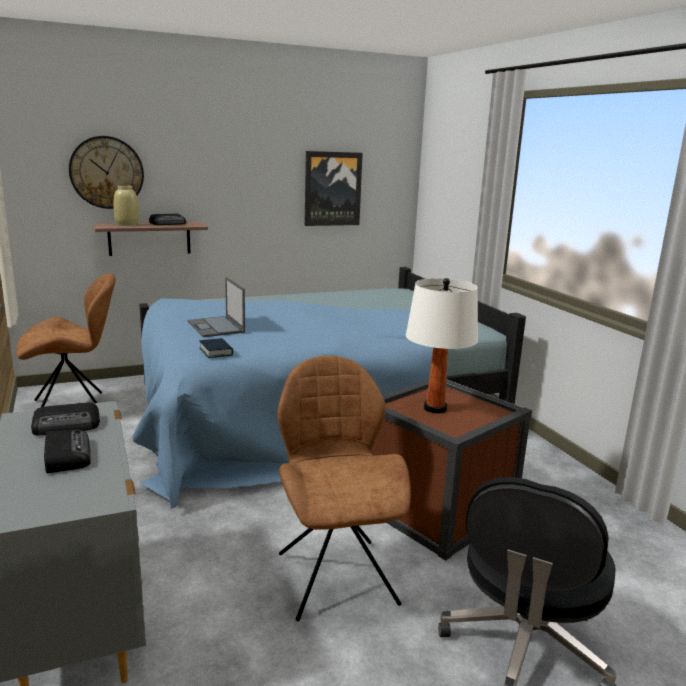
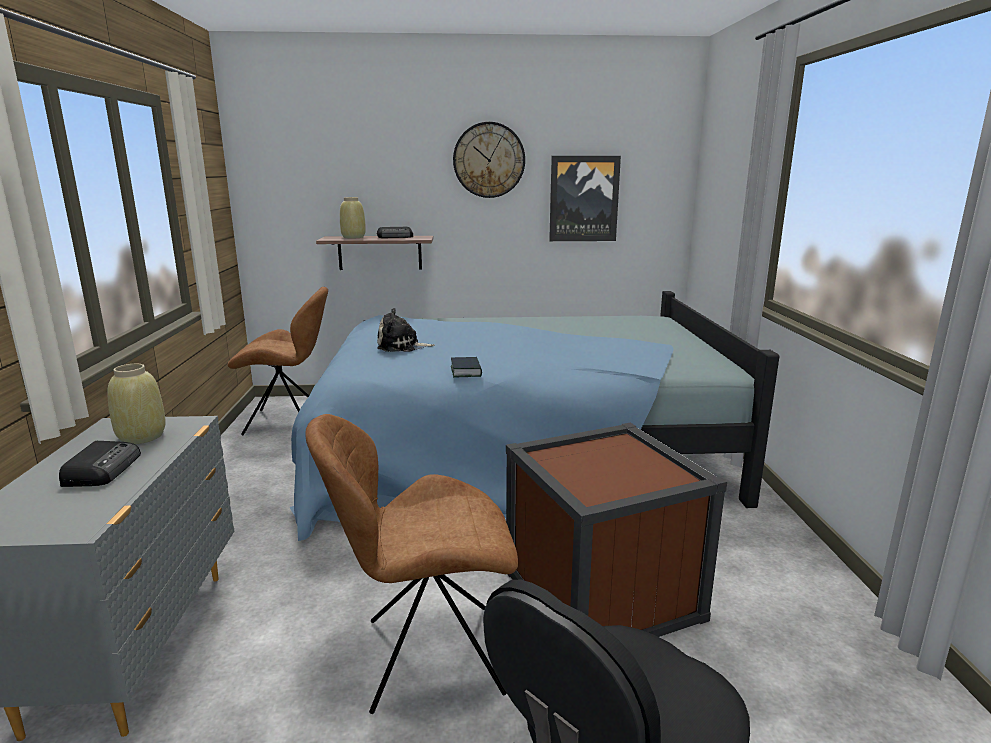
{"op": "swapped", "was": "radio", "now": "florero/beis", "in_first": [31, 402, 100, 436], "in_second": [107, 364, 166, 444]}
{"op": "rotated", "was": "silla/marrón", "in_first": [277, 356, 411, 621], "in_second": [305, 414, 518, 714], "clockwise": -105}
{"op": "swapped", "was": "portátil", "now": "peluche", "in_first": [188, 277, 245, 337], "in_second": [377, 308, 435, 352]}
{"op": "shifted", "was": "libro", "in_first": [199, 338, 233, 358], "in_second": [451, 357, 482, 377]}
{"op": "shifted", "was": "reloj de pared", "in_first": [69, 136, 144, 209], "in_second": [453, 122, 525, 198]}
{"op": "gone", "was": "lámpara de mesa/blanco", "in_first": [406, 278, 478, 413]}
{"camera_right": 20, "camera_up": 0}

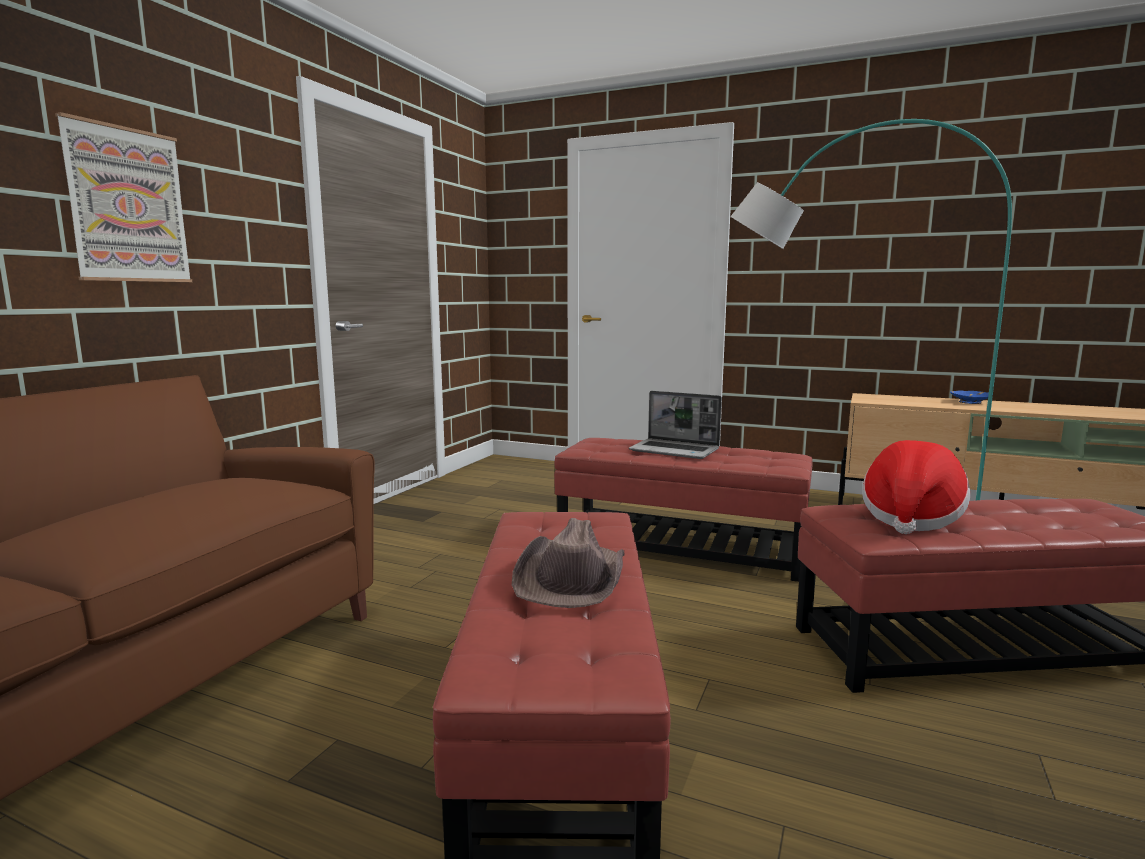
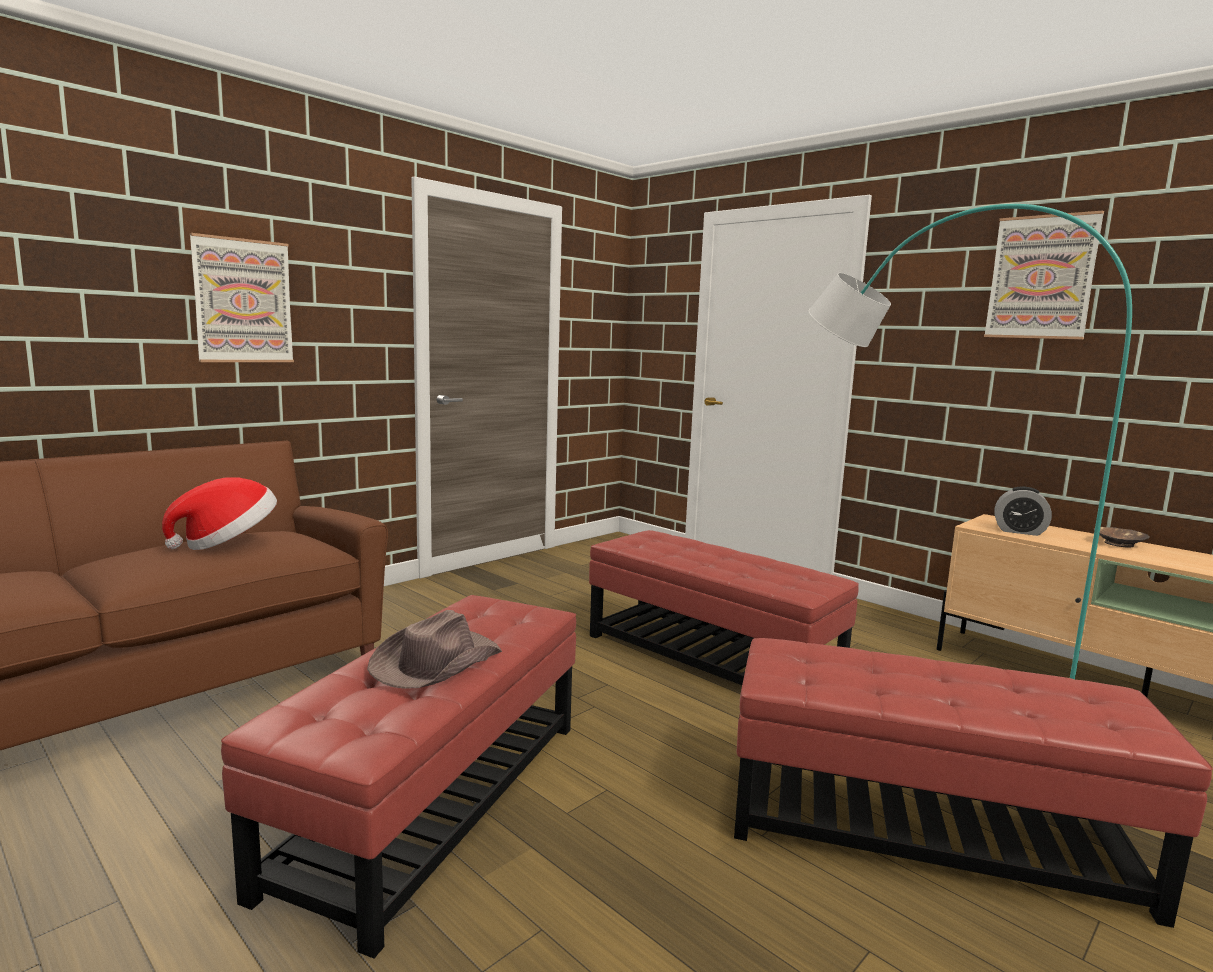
{"op": "shifted", "was": "sombrero", "in_first": [862, 440, 970, 534], "in_second": [162, 477, 277, 550]}
{"op": "new", "now": "cuadro", "in_second": [984, 211, 1104, 339]}
{"op": "new", "now": "despertador", "in_second": [994, 487, 1052, 536]}
{"op": "repainted", "was": "cuenco/azul", "now": "cuenco/marrón", "in_first": [950, 391, 989, 404], "in_second": [1094, 527, 1150, 548]}
{"op": "gone", "was": "portátil", "in_first": [629, 391, 722, 459]}
{"camera_right": 20, "camera_up": 0}

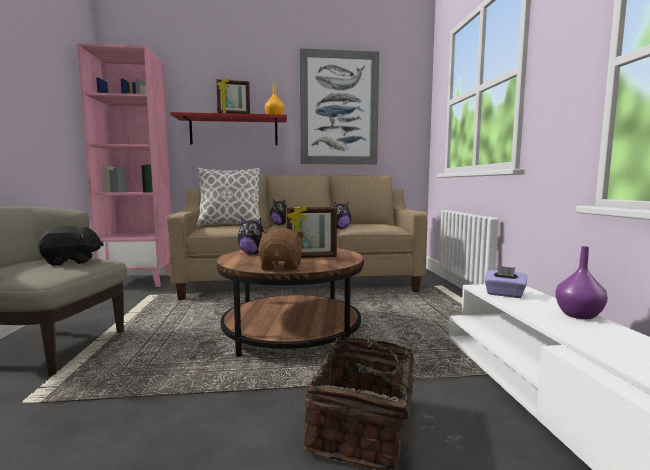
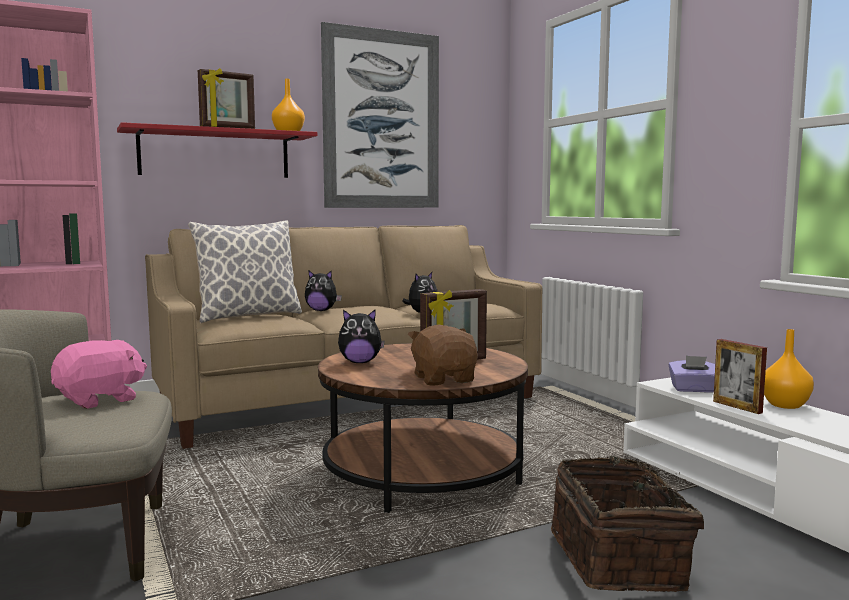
{"op": "repainted", "was": "peluche/negro", "now": "peluche/rosa", "in_first": [38, 226, 104, 266], "in_second": [51, 340, 147, 409]}
{"op": "new", "now": "portarretratos", "in_second": [713, 339, 767, 414]}
{"op": "repainted", "was": "florero/morado", "now": "florero/naranja", "in_first": [555, 246, 608, 319], "in_second": [764, 329, 814, 409]}
{"camera_right": -20, "camera_up": 0}

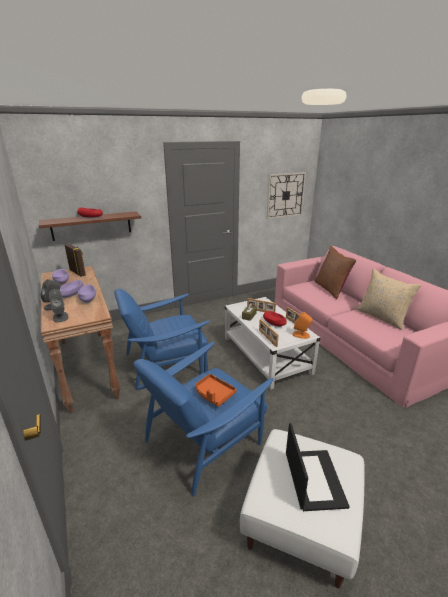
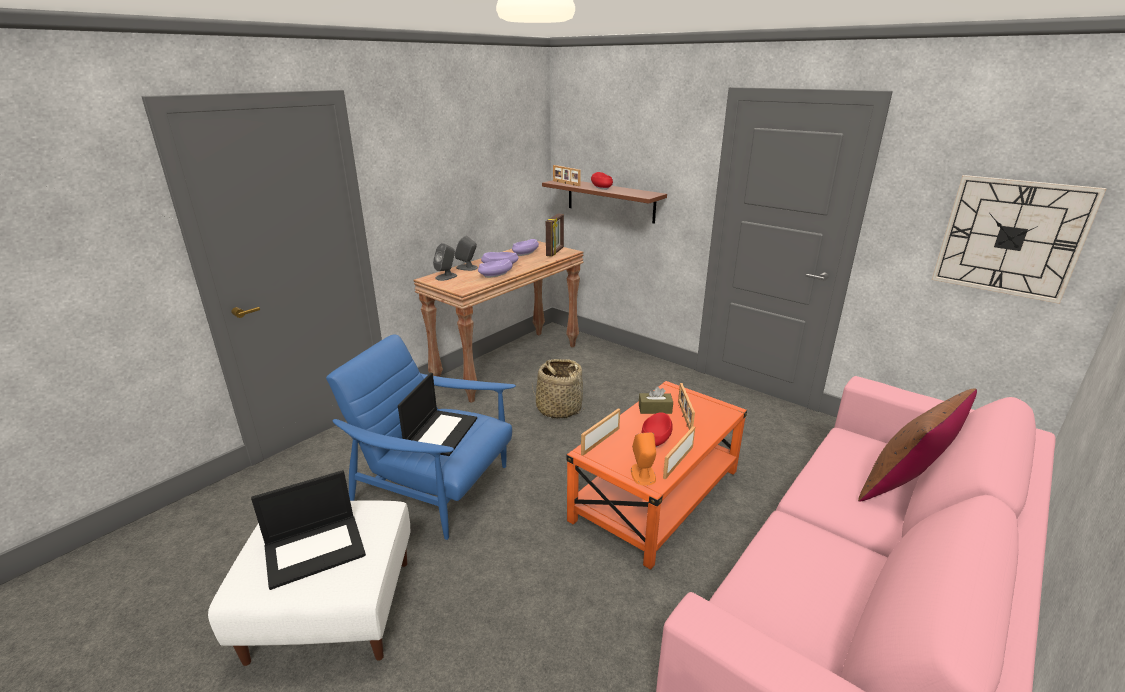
{"op": "swapped", "was": "bandeja/naranja", "now": "portátil", "in_first": [195, 374, 237, 407], "in_second": [398, 373, 477, 456]}
{"op": "swapped", "was": "sillón/azul", "now": "cesta", "in_first": [114, 289, 210, 390], "in_second": [532, 359, 584, 419]}
{"op": "new", "now": "portarretratos", "in_second": [553, 165, 581, 186]}
{"op": "repainted", "was": "mesa de centro/blanco", "now": "mesa de centro/naranja", "in_first": [225, 297, 320, 390], "in_second": [567, 381, 747, 570]}
{"op": "gone", "was": "cojín/beis", "in_first": [356, 269, 422, 330]}
{"camera_right": 65, "camera_up": 0}

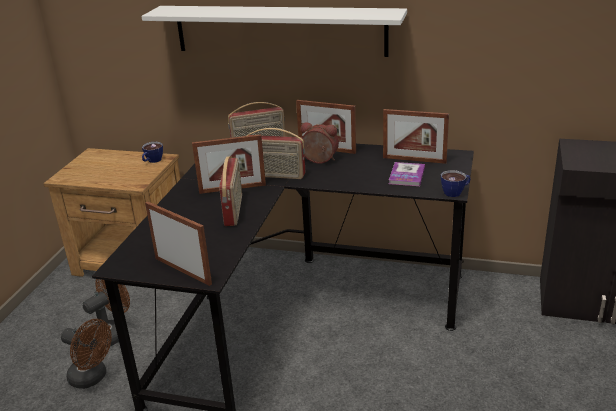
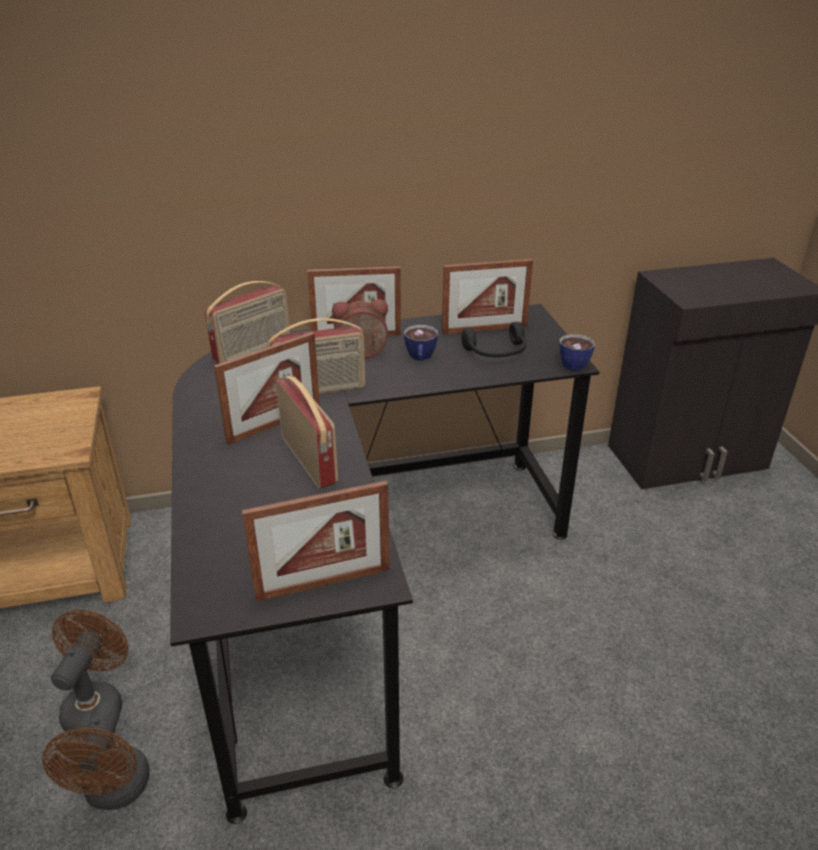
{"op": "rotated", "was": "ventilador/marrón", "in_first": [61, 319, 112, 389], "in_second": [42, 703, 150, 810], "clockwise": 90}
{"op": "rotated", "was": "portarretratos", "in_first": [145, 202, 212, 286], "in_second": [242, 481, 390, 602], "clockwise": 150}
{"op": "shifted", "was": "taza", "in_first": [142, 142, 163, 163], "in_second": [404, 325, 438, 361]}
{"op": "swapped", "was": "libro", "now": "auriculares/negro", "in_first": [389, 162, 425, 186], "in_second": [461, 322, 527, 357]}
{"op": "gone", "was": "estante/blanco", "in_first": [142, 6, 407, 57]}
{"camera_right": -30, "camera_up": 5}

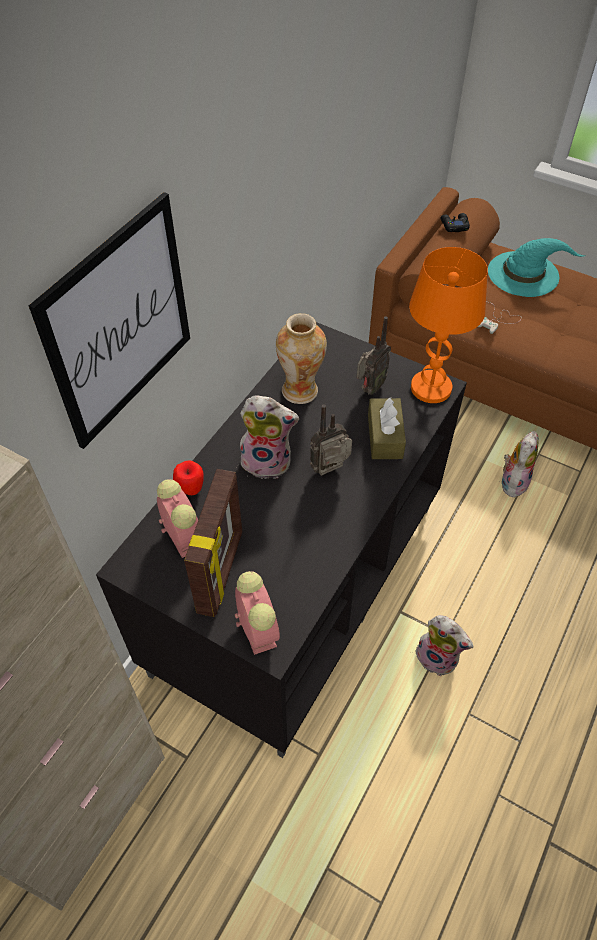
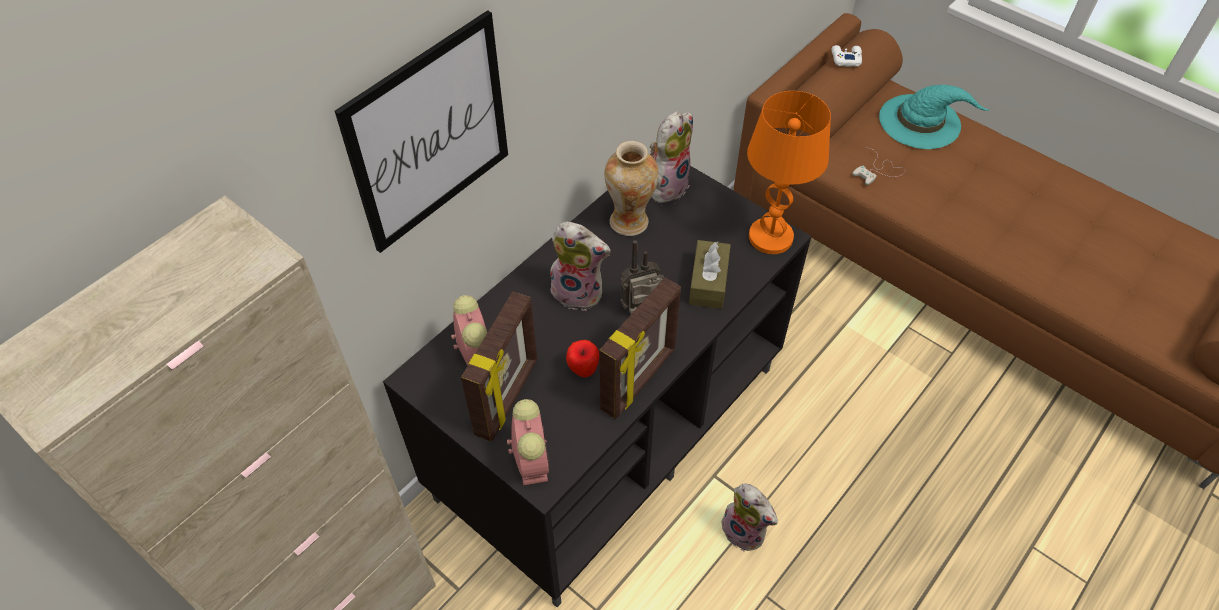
{"op": "shifted", "was": "manzana", "in_first": [173, 460, 203, 495], "in_second": [566, 340, 599, 377]}
{"op": "new", "now": "portarretratos", "in_second": [599, 277, 681, 419]}
{"op": "shifted", "was": "peluche", "in_first": [502, 431, 539, 497], "in_second": [650, 111, 693, 204]}
{"op": "repainted", "was": "mando de consola/negro", "now": "mando de consola/blanco", "in_first": [441, 213, 470, 232], "in_second": [831, 45, 862, 67]}
{"op": "gone", "was": "radio", "in_first": [357, 317, 391, 395]}
{"camera_right": 10, "camera_up": 0}

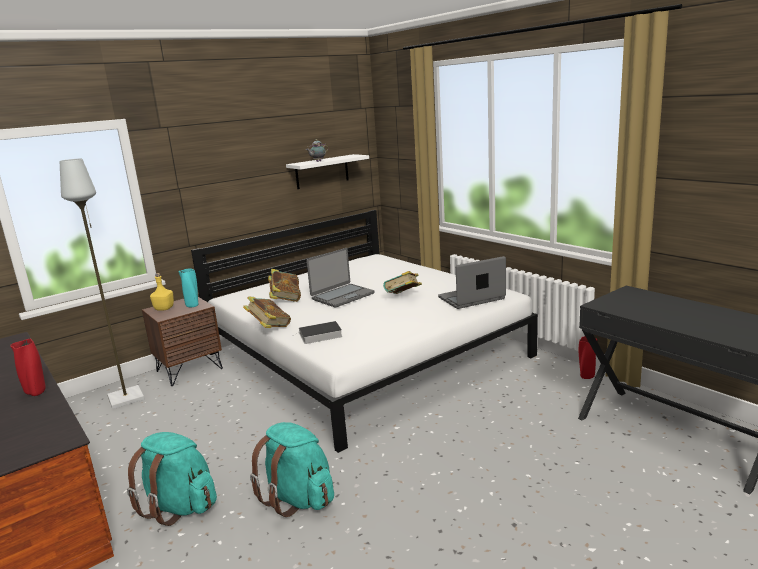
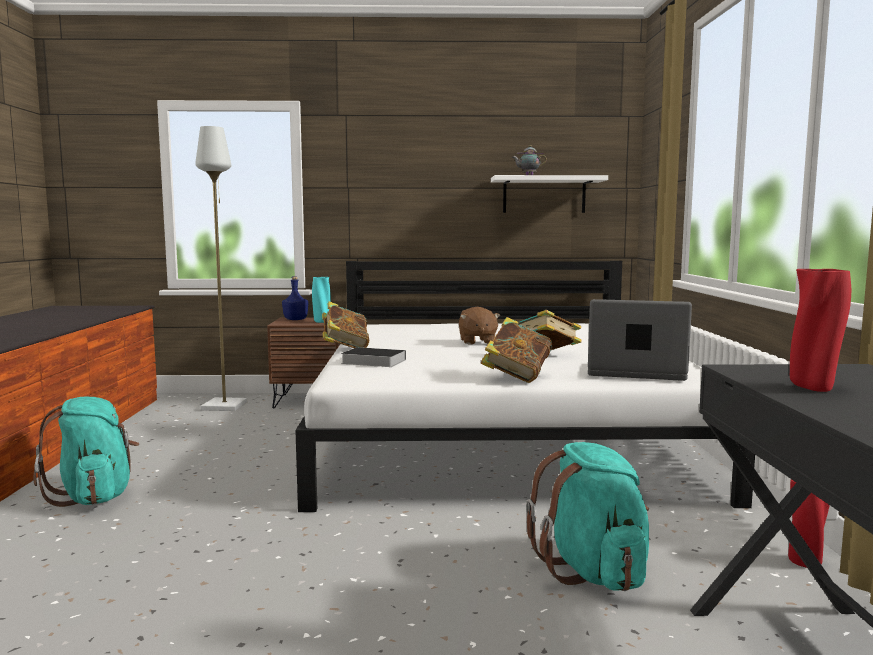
{"op": "repainted", "was": "botella/amarillo", "now": "botella/azul", "in_first": [150, 273, 174, 311], "in_second": [282, 276, 308, 320]}
{"op": "swapped", "was": "portátil", "now": "peluche/marrón", "in_first": [306, 248, 375, 308], "in_second": [459, 307, 501, 344]}
{"op": "shifted", "was": "libro", "in_first": [268, 269, 301, 302], "in_second": [481, 317, 552, 383]}
{"op": "shifted", "was": "mochila/turquesa", "in_first": [250, 422, 334, 517], "in_second": [526, 442, 649, 591]}
{"op": "shifted", "was": "florero/rojo", "in_first": [10, 339, 46, 396], "in_second": [790, 269, 851, 392]}
{"camera_right": 35, "camera_up": -10}

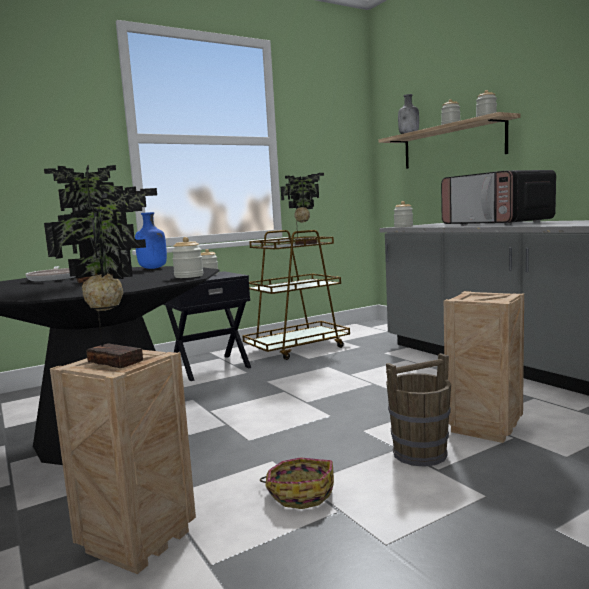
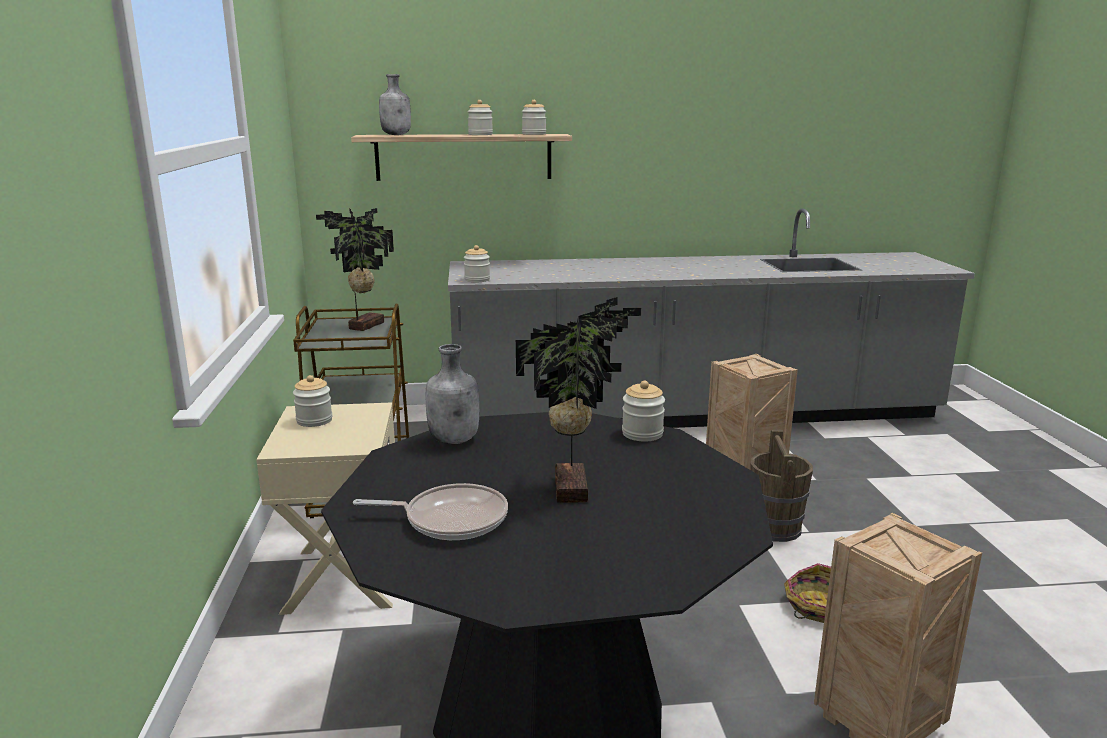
{"op": "repainted", "was": "mesita de noche/negro", "now": "mesita de noche/beis", "in_first": [163, 271, 251, 381], "in_second": [256, 402, 395, 615]}
{"op": "repainted", "was": "botella/azul", "now": "botella/gris", "in_first": [135, 212, 167, 269], "in_second": [426, 344, 479, 444]}
{"op": "gone", "was": "planta en maceta", "in_first": [44, 186, 157, 368]}
{"op": "gone", "was": "microondas", "in_first": [441, 170, 556, 226]}
{"camera_right": -65, "camera_up": 10}

